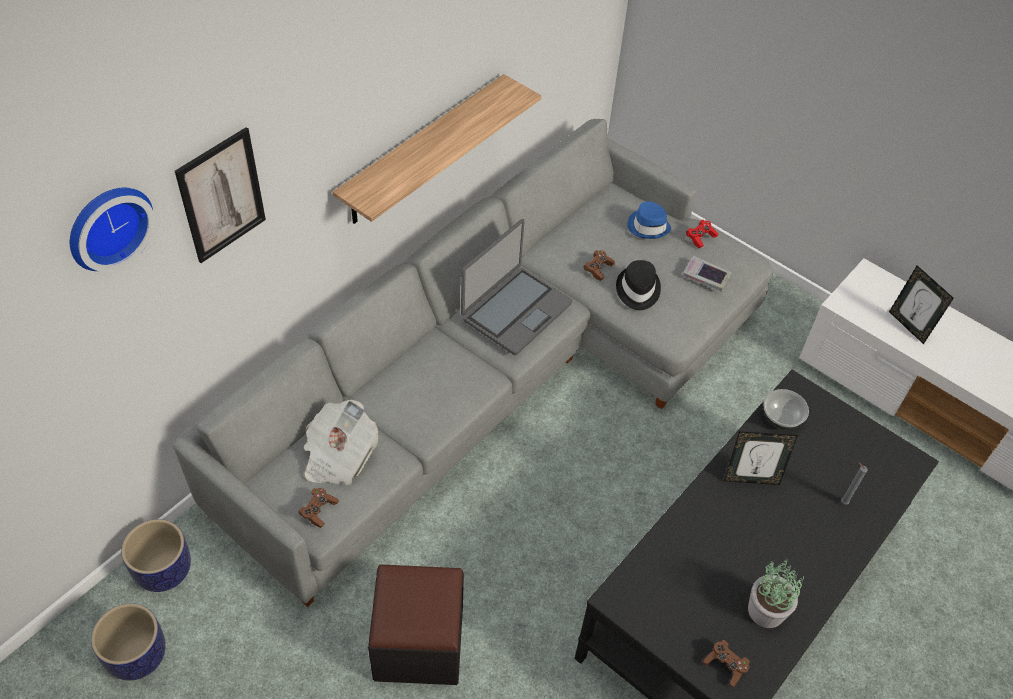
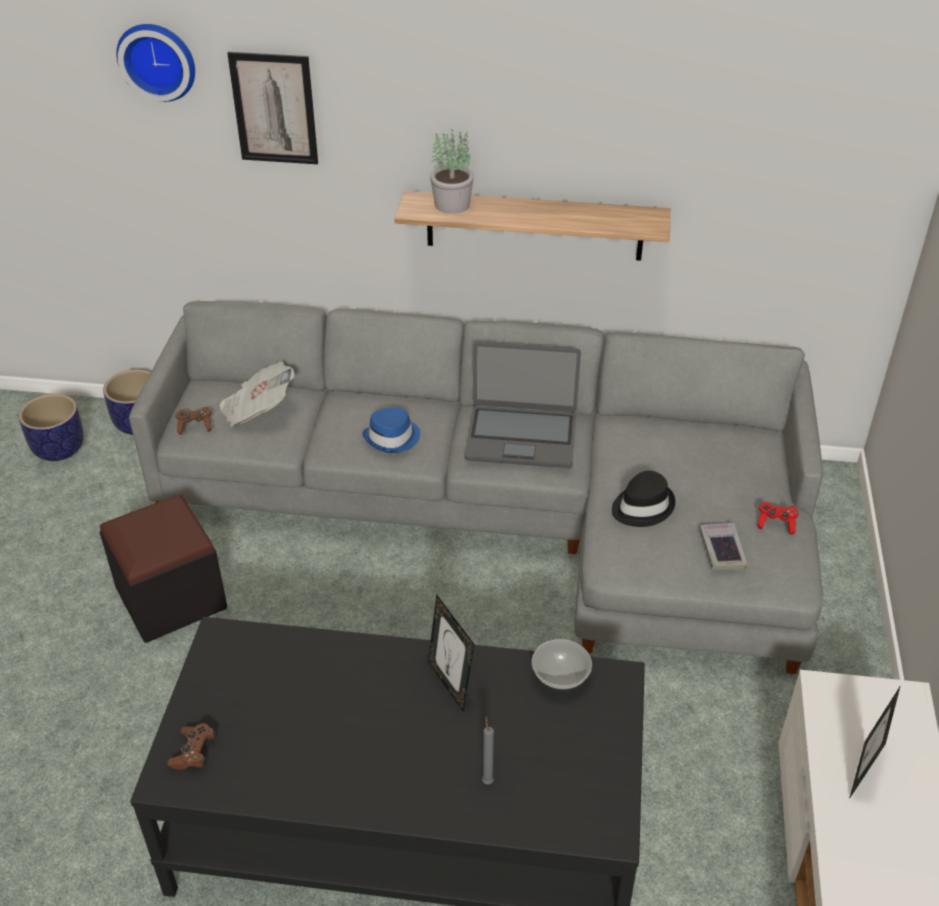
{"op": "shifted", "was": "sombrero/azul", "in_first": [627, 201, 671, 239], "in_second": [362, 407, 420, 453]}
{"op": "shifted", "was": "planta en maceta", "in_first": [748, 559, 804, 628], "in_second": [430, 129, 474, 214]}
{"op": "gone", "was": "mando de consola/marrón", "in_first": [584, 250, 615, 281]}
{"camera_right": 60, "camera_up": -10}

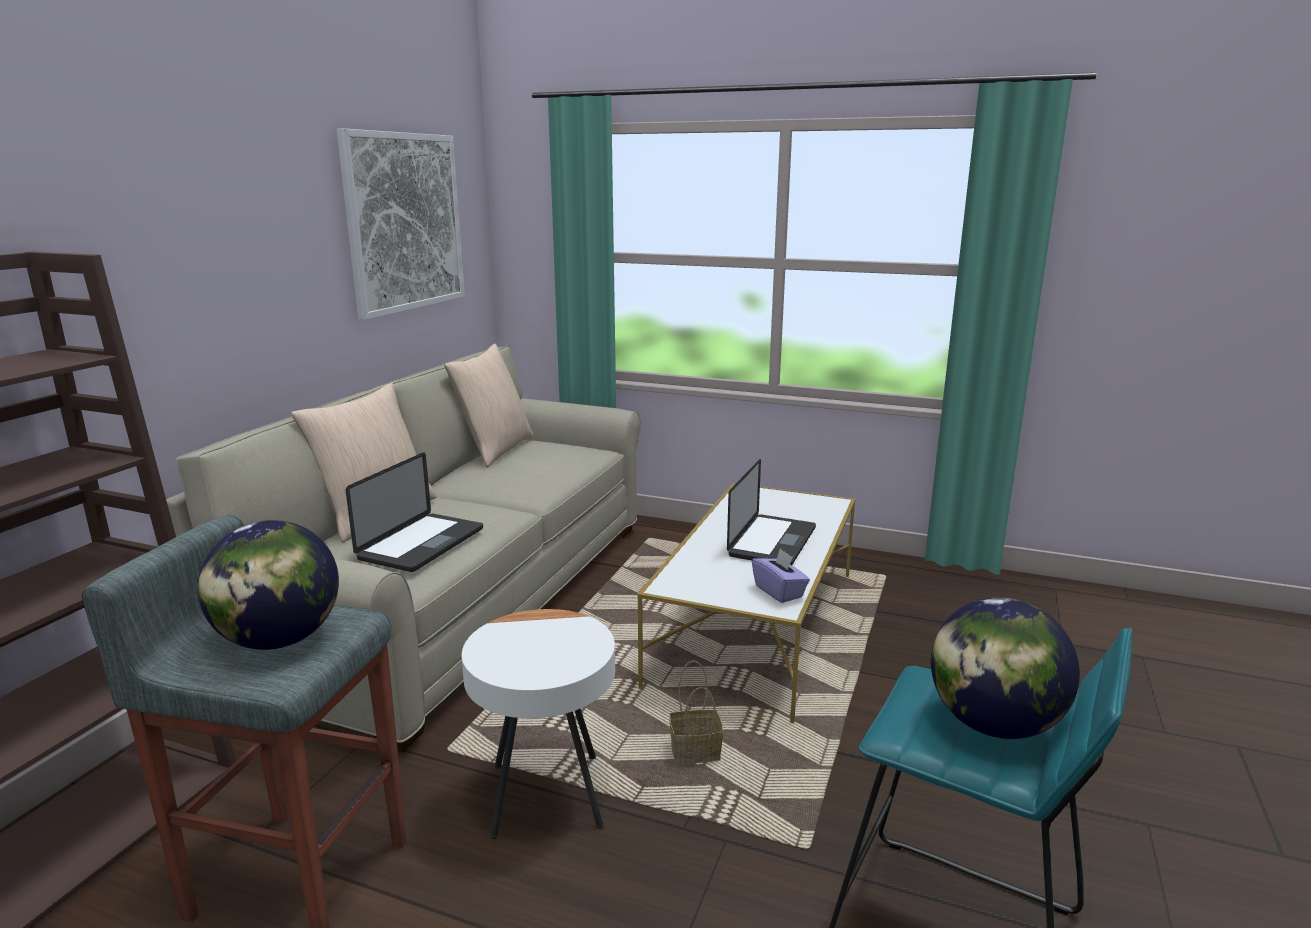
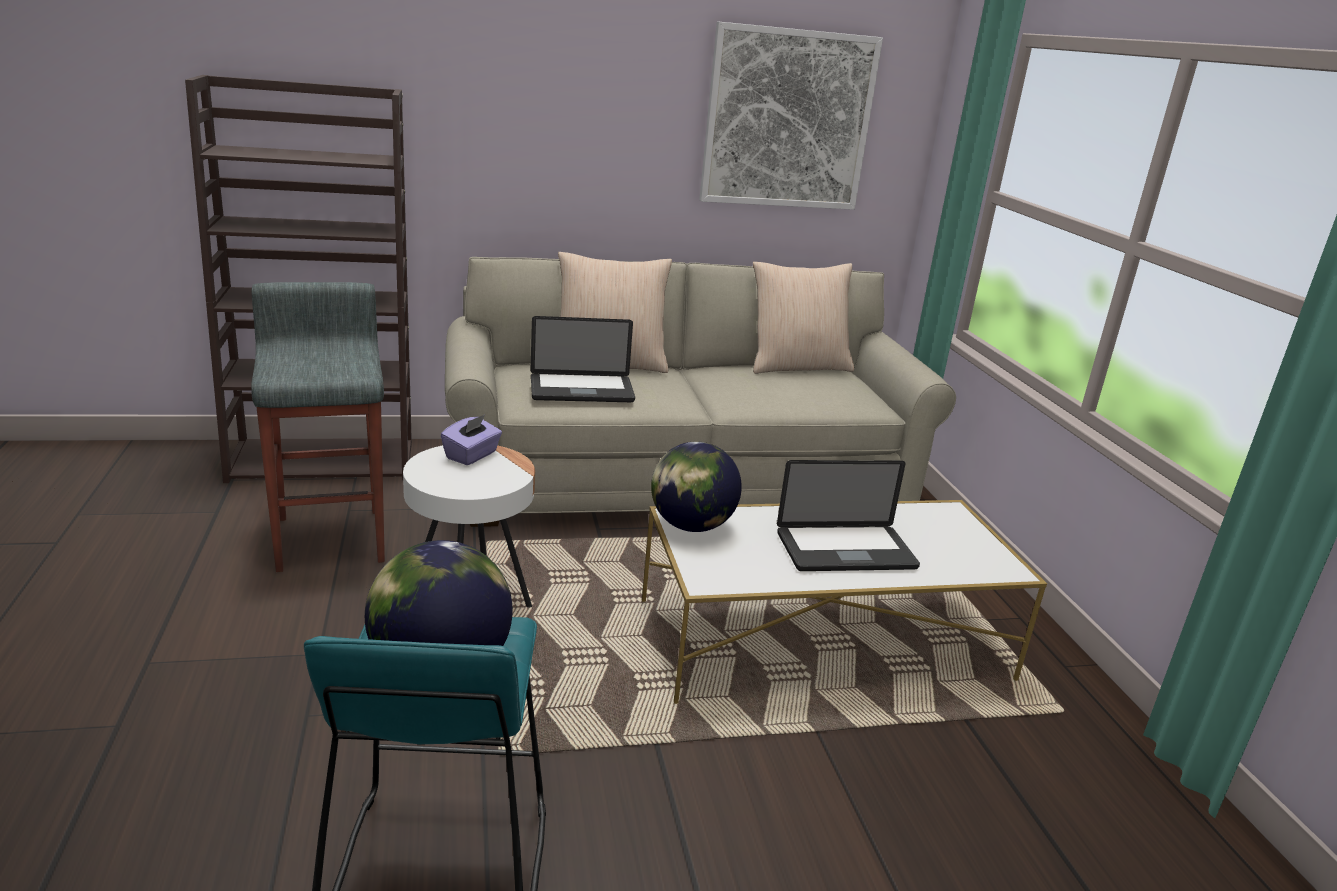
{"op": "shifted", "was": "caja de pañuelos/morado", "in_first": [752, 549, 810, 603], "in_second": [441, 415, 502, 465]}
{"op": "shifted", "was": "globo terráqueo", "in_first": [198, 520, 339, 650], "in_second": [651, 441, 742, 532]}
{"op": "gone", "was": "cesta", "in_first": [669, 660, 723, 764]}
{"camera_right": 55, "camera_up": 5}

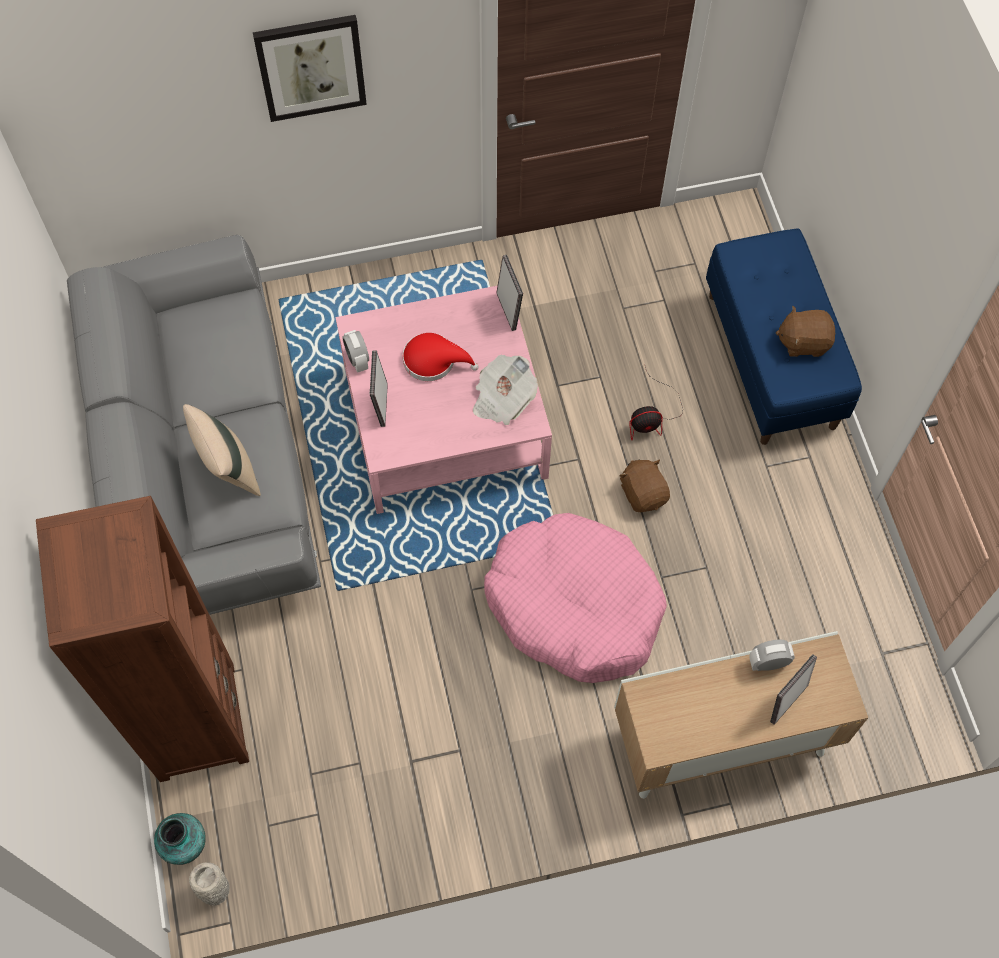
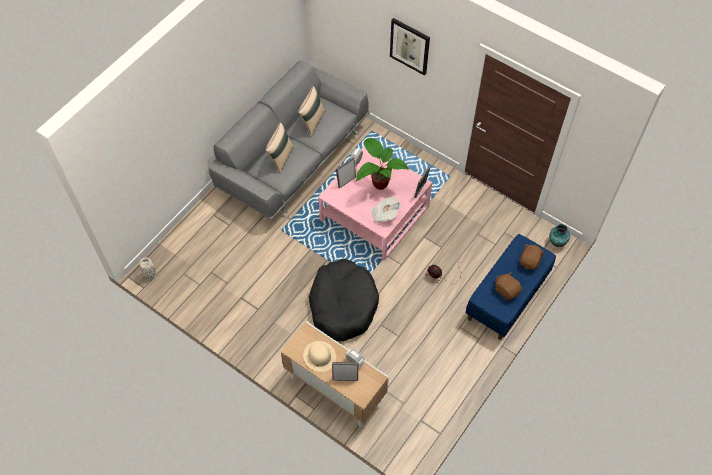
{"op": "new", "now": "cojín/beis", "in_second": [298, 86, 325, 137]}
{"op": "new", "now": "sombrero/beis", "in_second": [303, 341, 336, 372]}
{"op": "repainted", "was": "cama para perro/rosa", "now": "cama para perro/negro", "in_first": [484, 513, 667, 683], "in_second": [309, 259, 379, 341]}
{"op": "swapped", "was": "sombrero/rojo", "now": "planta en maceta", "in_first": [403, 333, 479, 381], "in_second": [356, 138, 409, 190]}
{"op": "shifted", "was": "peluche/marrón", "in_first": [619, 459, 670, 512], "in_second": [520, 244, 545, 270]}
{"op": "shifted", "was": "florero", "in_first": [154, 813, 206, 865], "in_second": [549, 224, 570, 247]}
{"op": "gone", "was": "estantería/marrón", "in_first": [36, 496, 249, 782]}
{"camera_right": 50, "camera_up": -5}

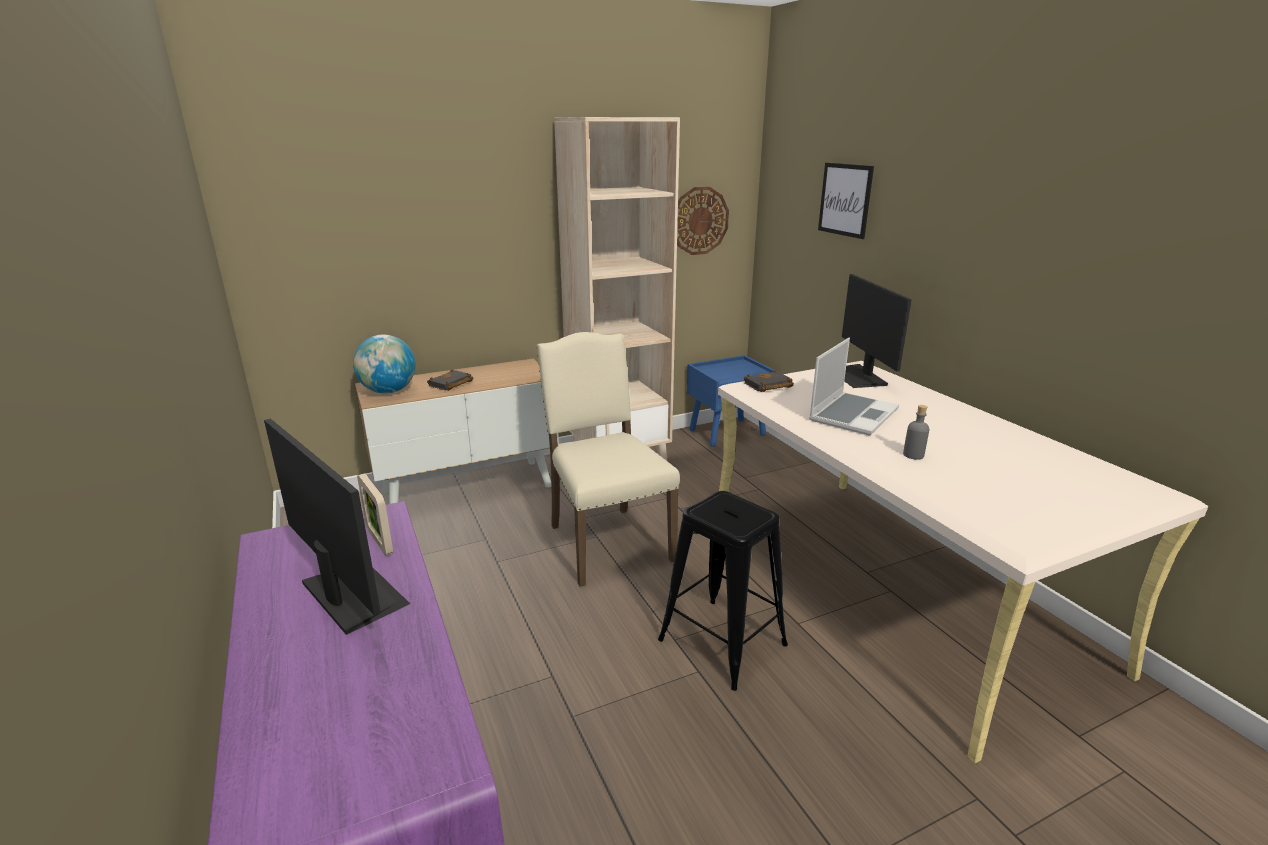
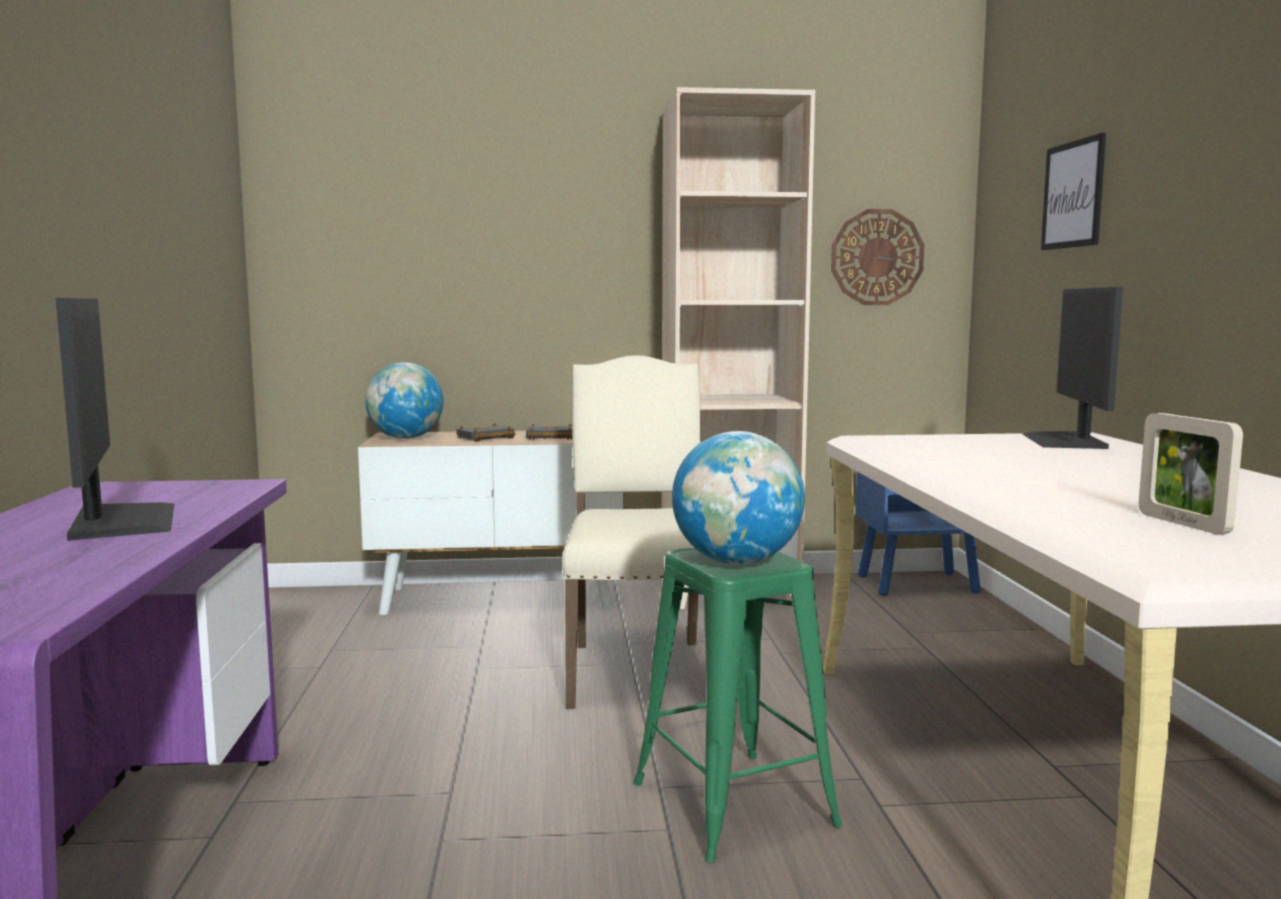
{"op": "shifted", "was": "libro/negro", "in_first": [744, 370, 794, 392], "in_second": [526, 424, 572, 440]}
{"op": "repainted", "was": "taburete/negro", "now": "taburete/verde", "in_first": [658, 491, 788, 691], "in_second": [633, 548, 843, 863]}
{"op": "new", "now": "globo terráqueo", "in_second": [672, 431, 805, 565]}
{"op": "shifted", "was": "portarretratos", "in_first": [357, 473, 393, 556], "in_second": [1139, 413, 1243, 534]}
{"op": "gone", "was": "portátil", "in_first": [809, 338, 899, 436]}
{"op": "gone", "was": "botella/gris", "in_first": [903, 405, 929, 460]}
{"camera_right": 20, "camera_up": -15}

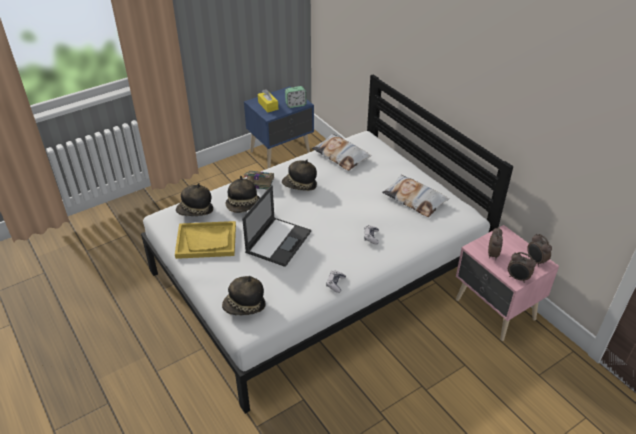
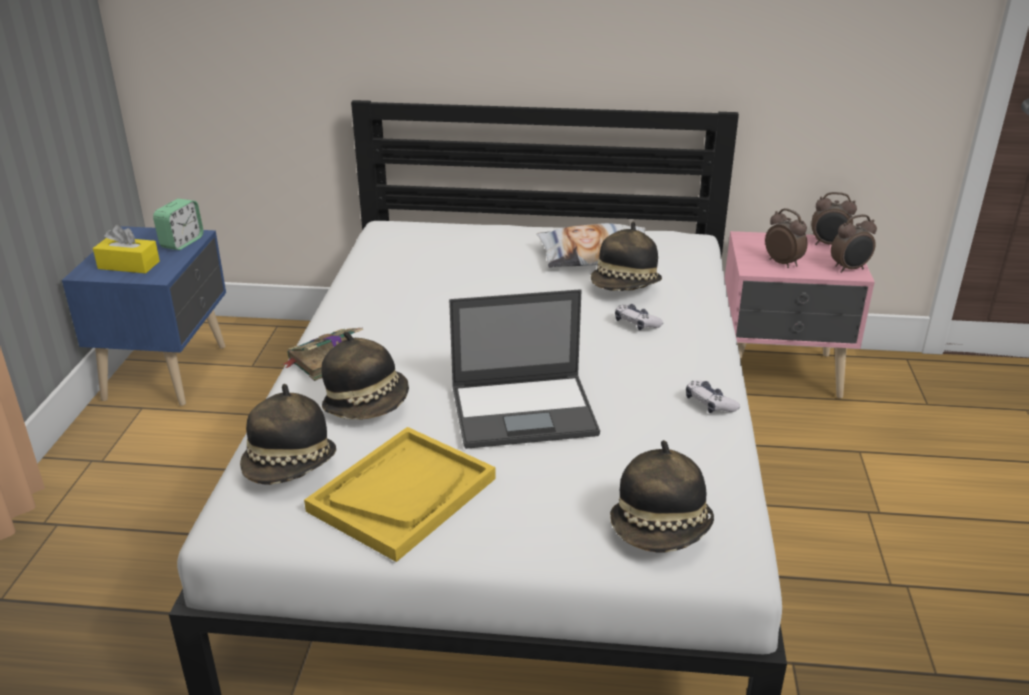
{"op": "rotated", "was": "portátil", "in_first": [242, 185, 311, 267], "in_second": [449, 289, 600, 449], "clockwise": 105}
{"op": "shifted", "was": "sombrero", "in_first": [282, 159, 317, 191], "in_second": [591, 222, 662, 291]}
{"op": "gone", "was": "cojín", "in_first": [312, 134, 371, 171]}
{"camera_right": -50, "camera_up": -10}

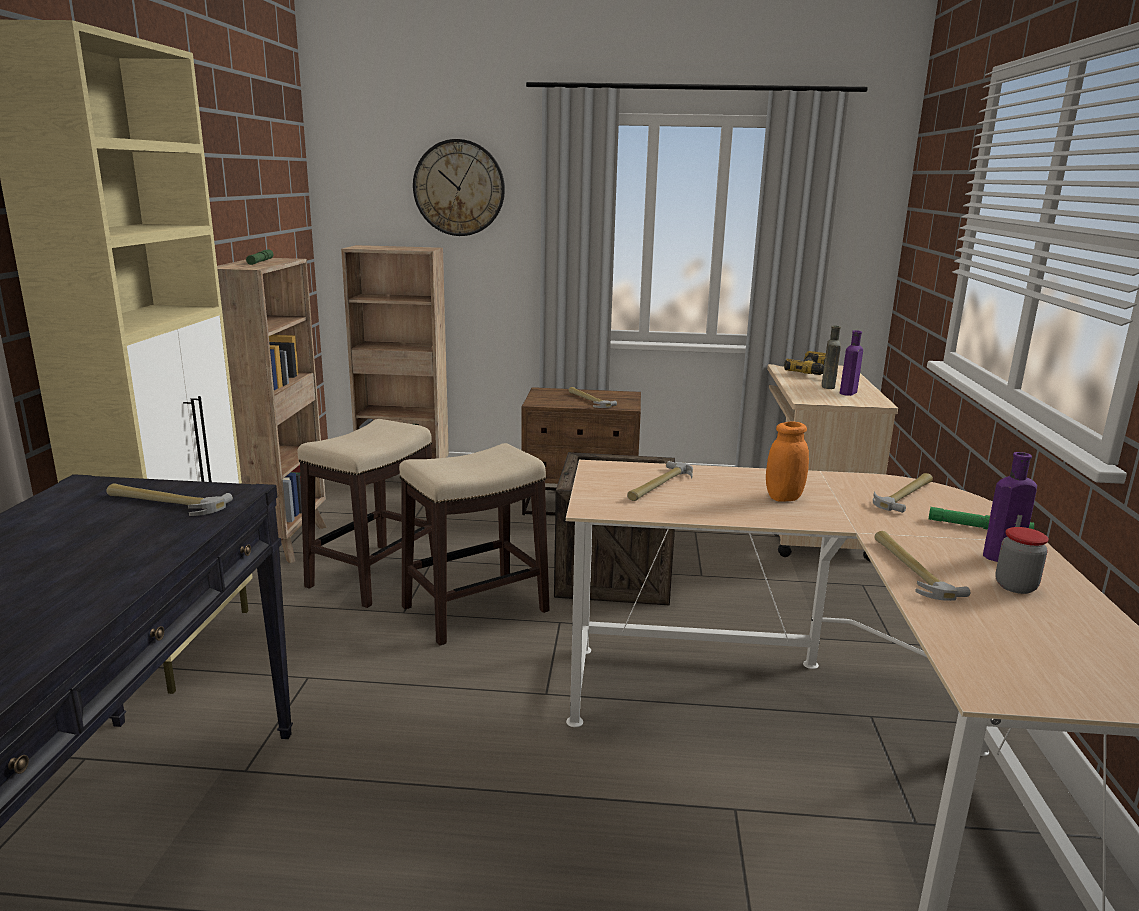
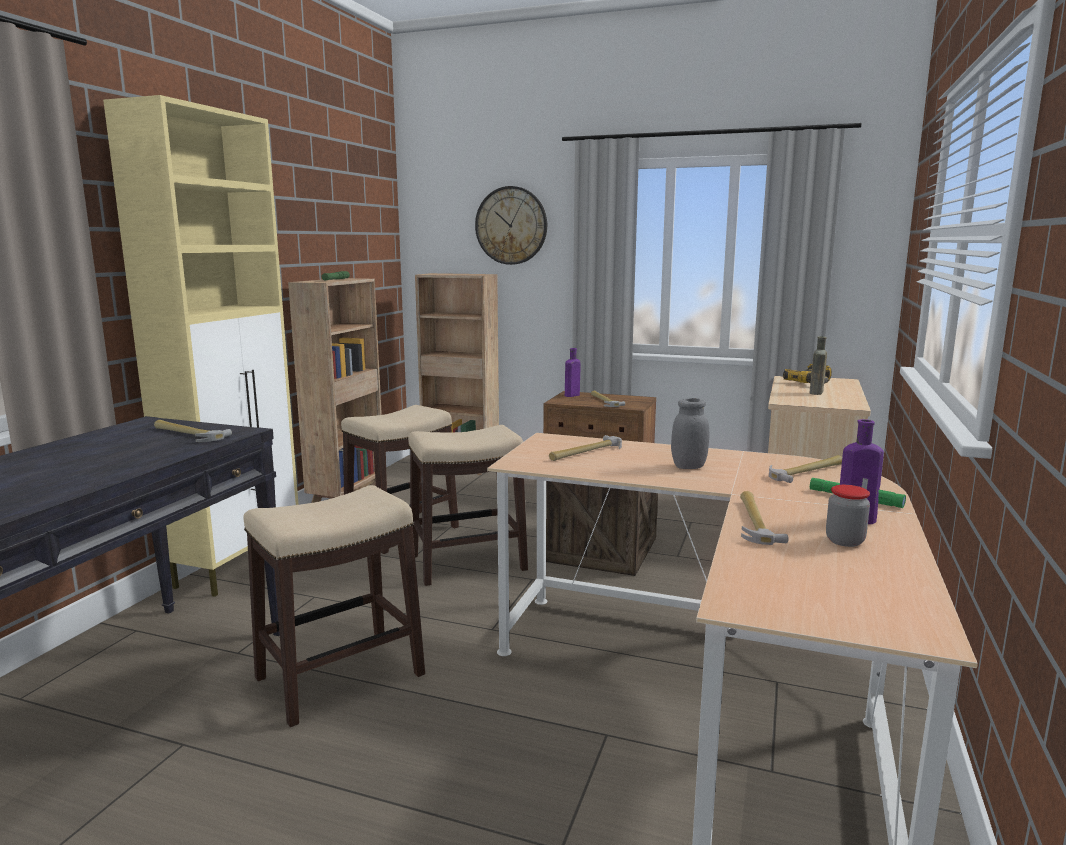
{"op": "new", "now": "taburete", "in_second": [243, 485, 425, 727]}
{"op": "shifted", "was": "botella/morado", "in_first": [840, 330, 863, 396], "in_second": [565, 348, 580, 397]}
{"op": "repainted", "was": "tarro/naranja", "now": "tarro/gris", "in_first": [766, 421, 809, 502], "in_second": [671, 398, 709, 469]}
{"camera_right": 15, "camera_up": -5}

